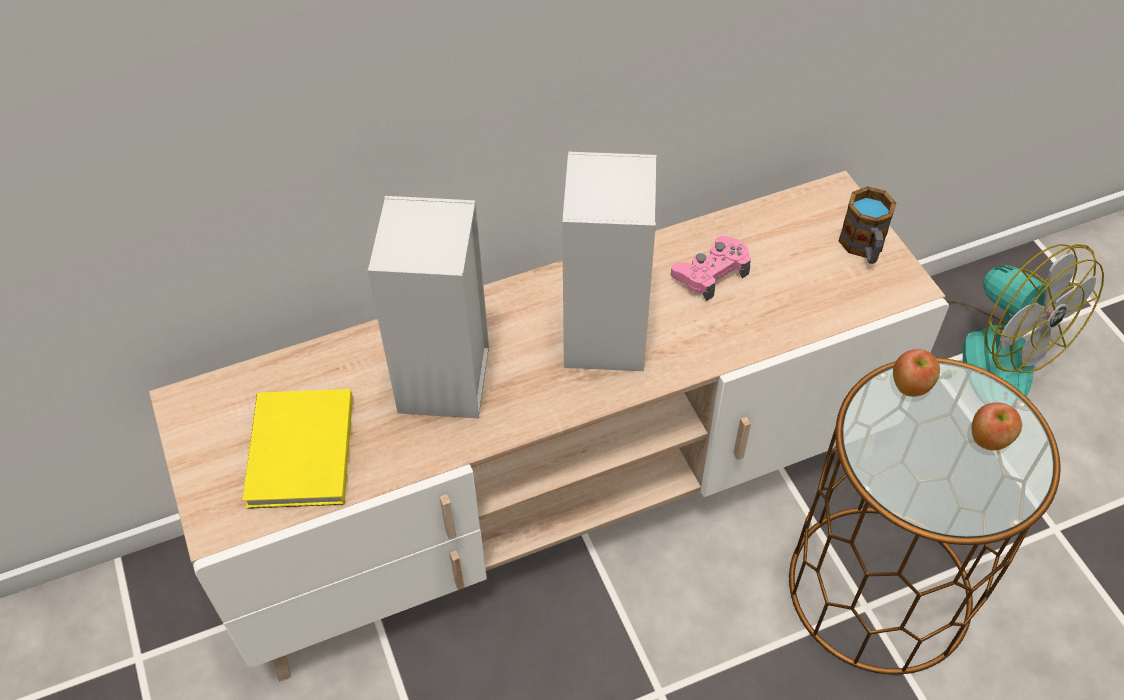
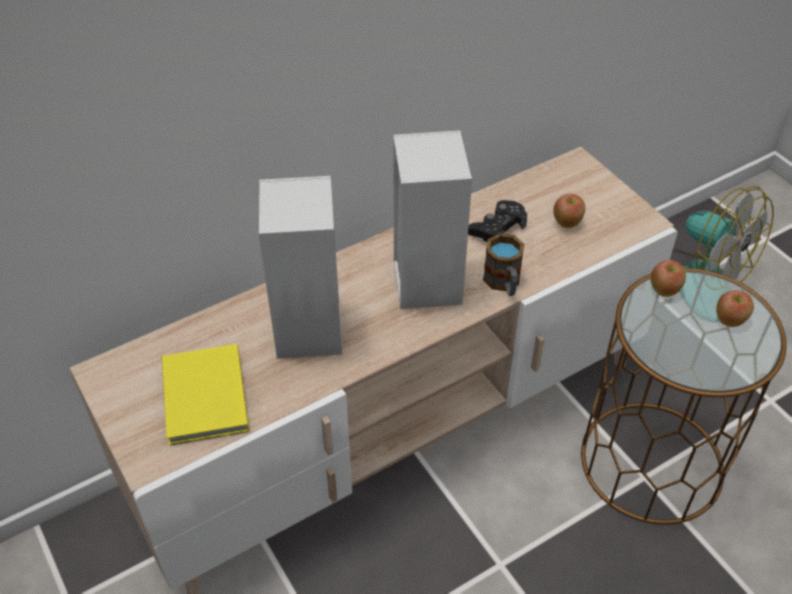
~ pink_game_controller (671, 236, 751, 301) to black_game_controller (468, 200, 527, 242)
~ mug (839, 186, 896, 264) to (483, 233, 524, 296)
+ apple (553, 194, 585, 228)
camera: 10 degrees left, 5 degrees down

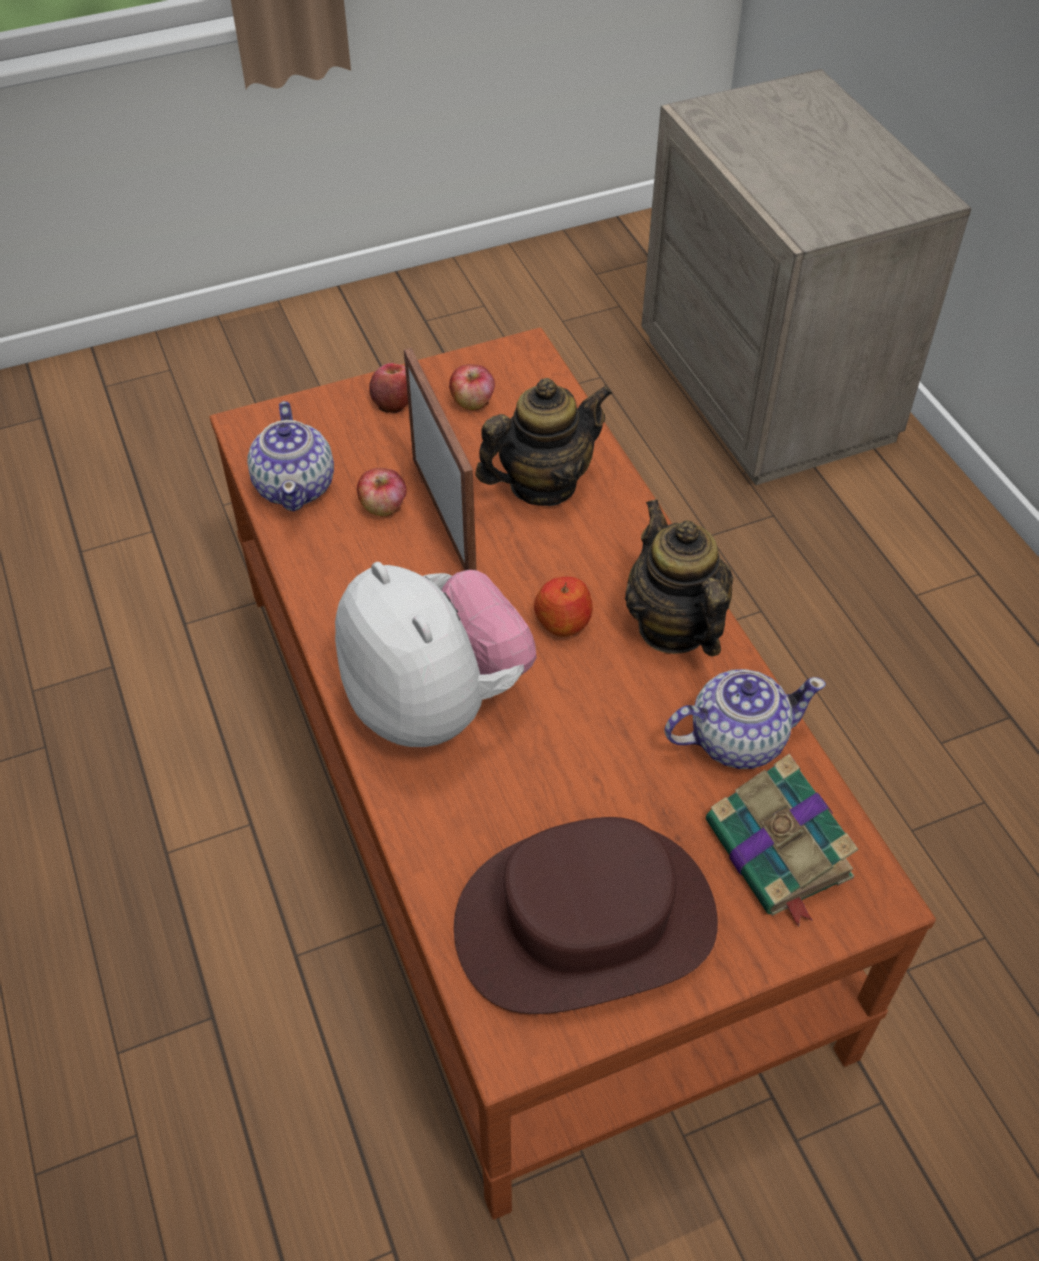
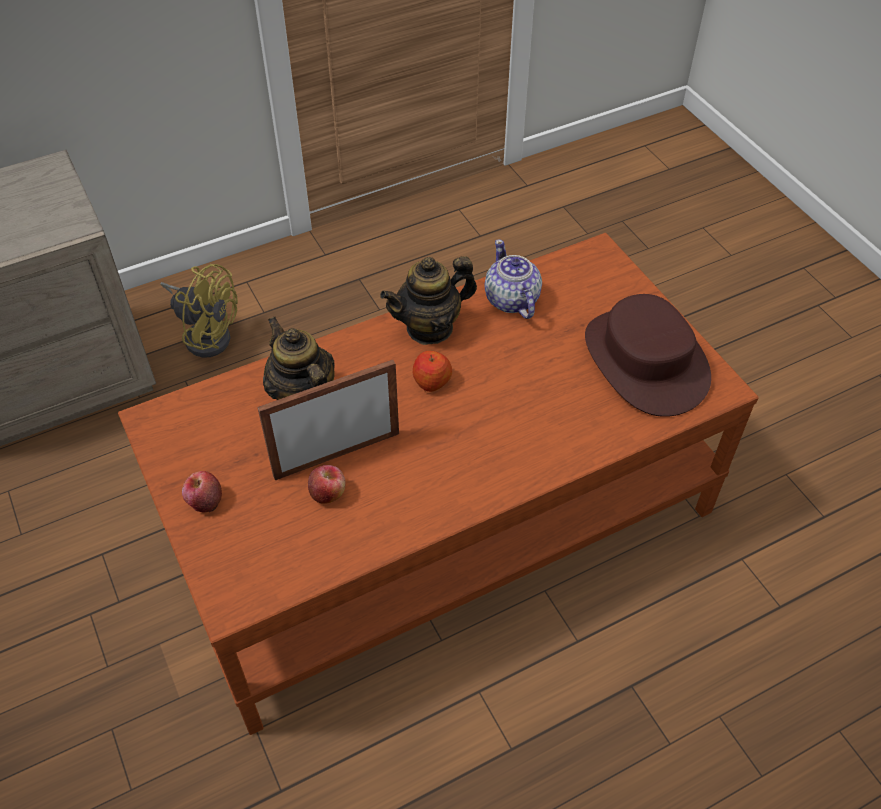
- teapot (247, 401, 334, 511)
- plush_toy (335, 562, 537, 747)
- apple (449, 364, 495, 410)
- book (706, 754, 859, 927)
+ yellow_fan (160, 264, 238, 357)
camera: 95 degrees left, 0 degrees up

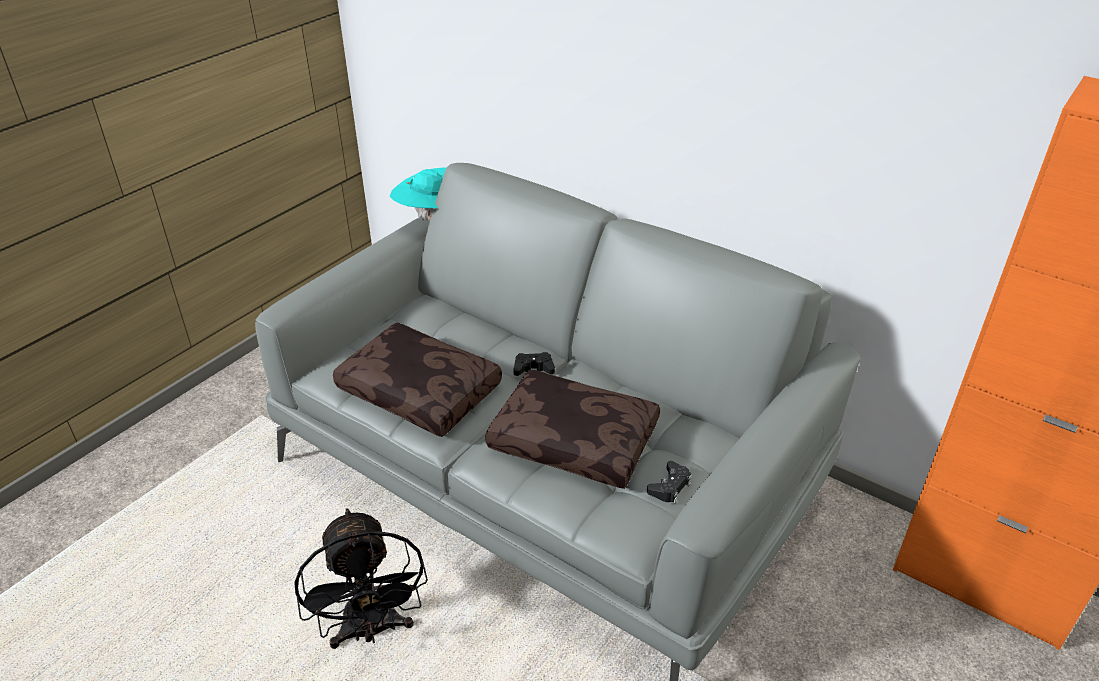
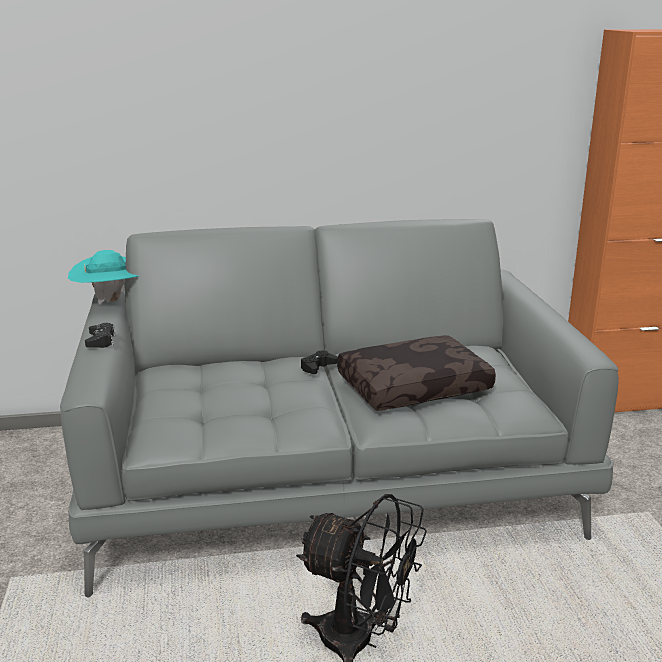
- brown_pillow (333, 322, 502, 437)
~ black_game_controller (647, 461, 692, 503) to (85, 323, 116, 348)
camera: 45 degrees left, 15 degrees down

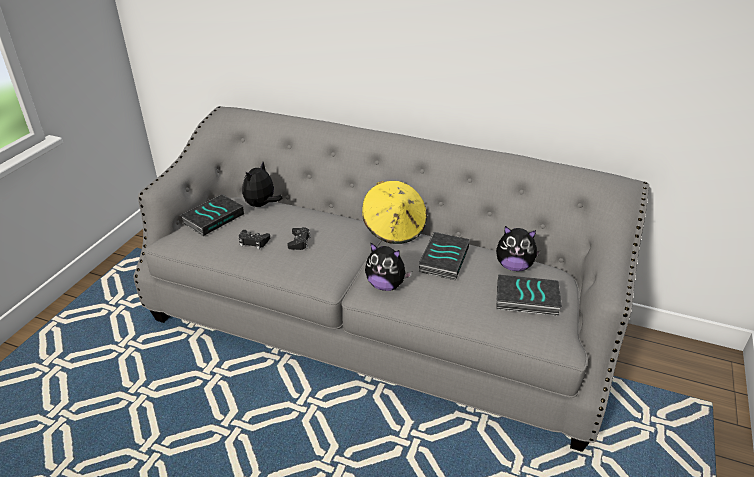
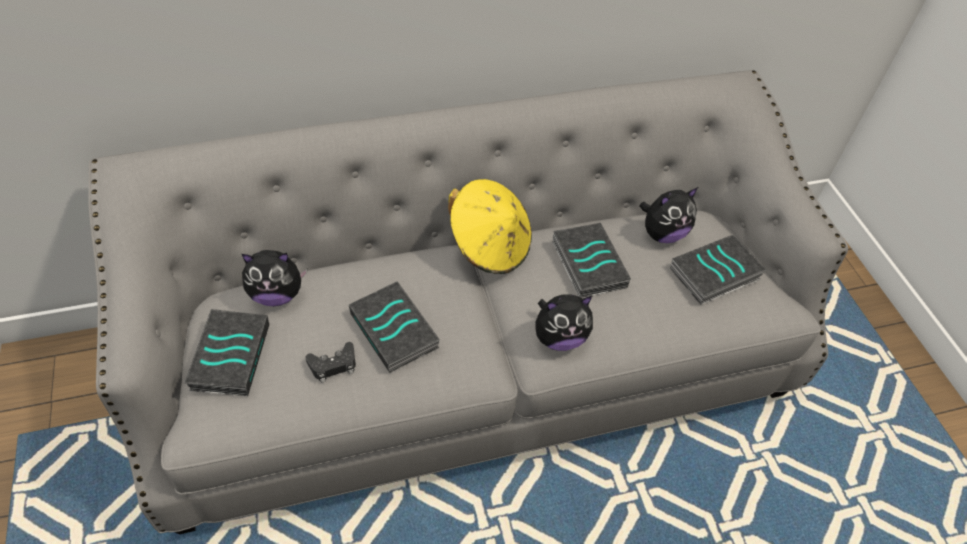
~ plush_toy (242, 162, 283, 207) = (242, 250, 307, 306) 90 degrees counterclockwise
~ black_game_controller (287, 227, 311, 250) to book (349, 281, 440, 373)
camera: 40 degrees left, 15 degrees up

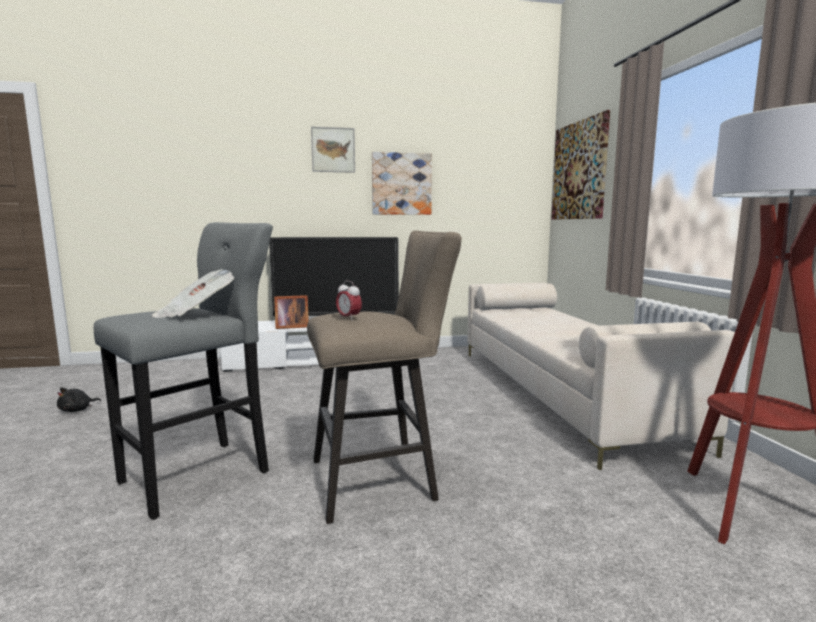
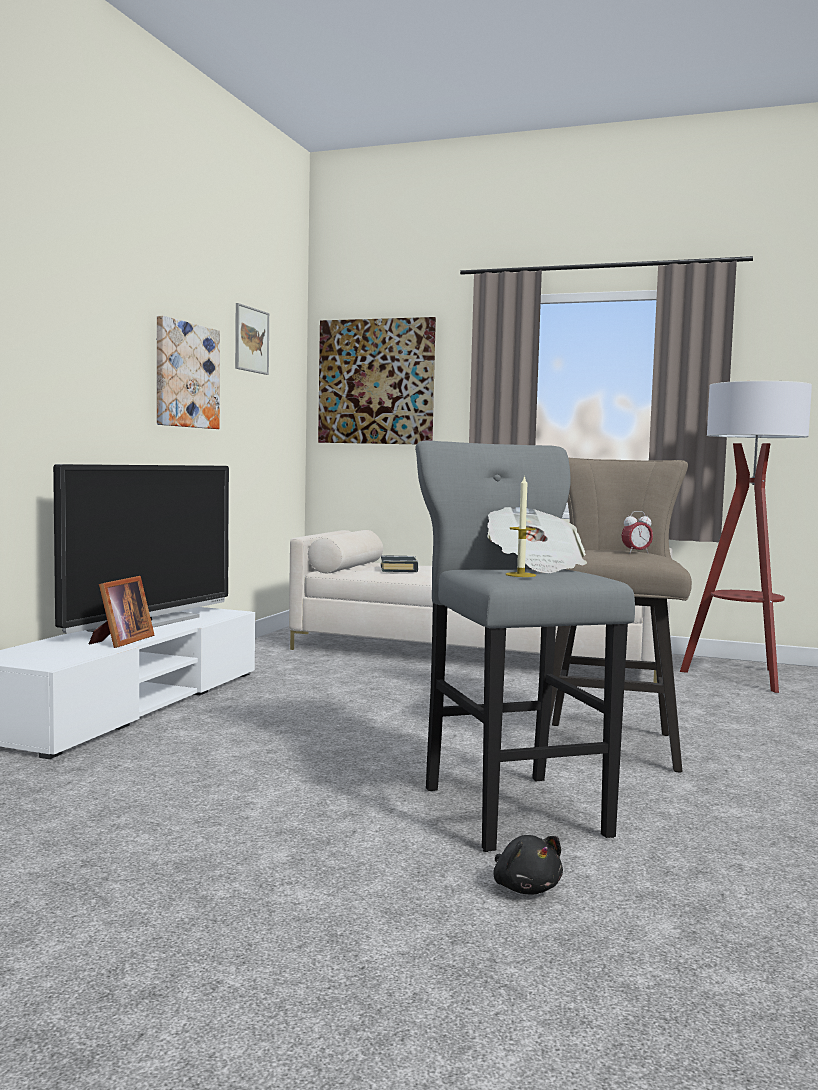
~ black_plush_toy (57, 387, 101, 412) to (494, 835, 563, 895)
~ picture (311, 126, 355, 173) to (235, 303, 269, 375)
+ black_book (381, 555, 418, 572)
+ candle (506, 475, 536, 577)
camera: 60 degrees left, 5 degrees down

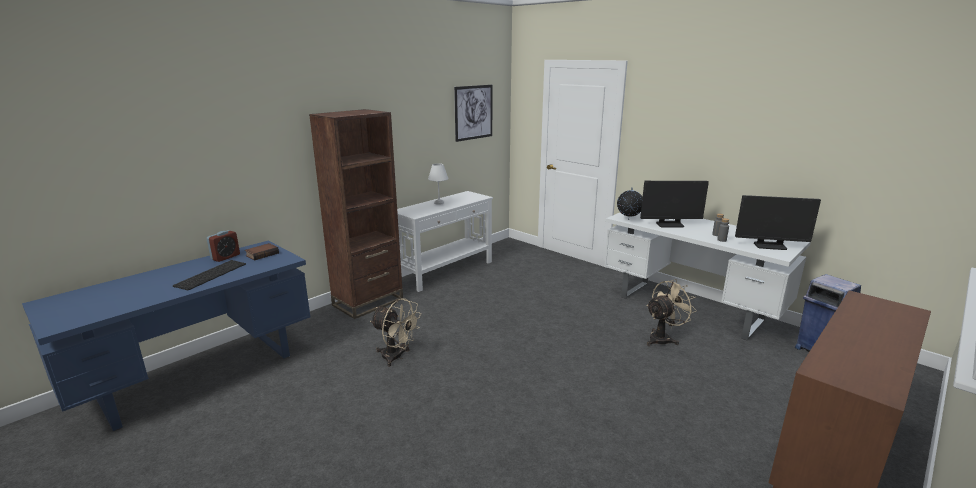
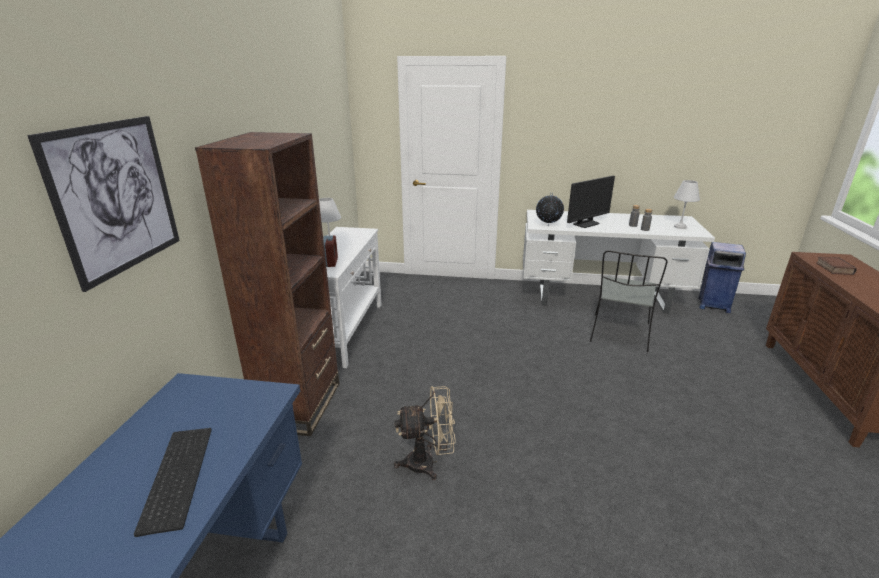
~ alarm_clock (206, 230, 240, 262) to (323, 235, 338, 267)
~ book (245, 243, 279, 261) to (816, 257, 857, 275)
~ picture (454, 85, 492, 142) to (27, 116, 180, 292)
~ beige_fan (646, 279, 697, 346) to grey_chair (590, 250, 668, 352)
~ monitor (735, 195, 821, 250) to white_table_lamp (674, 180, 700, 229)
camera: 35 degrees left, 5 degrees up

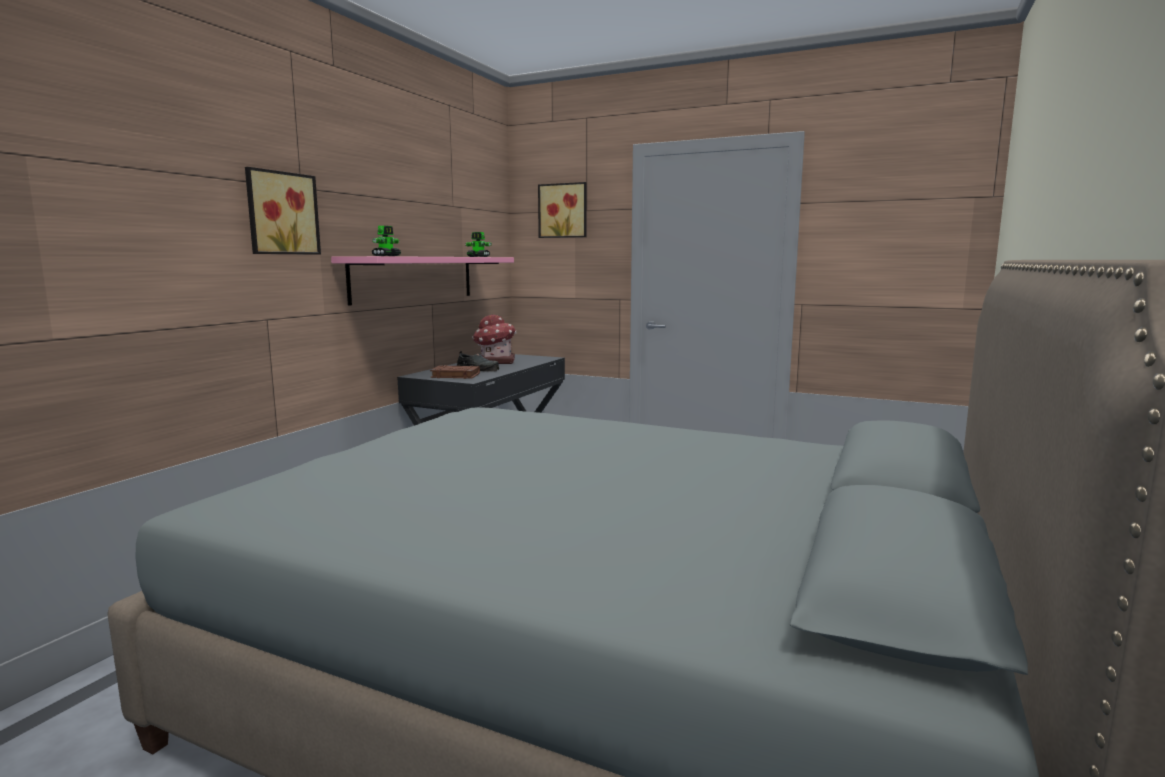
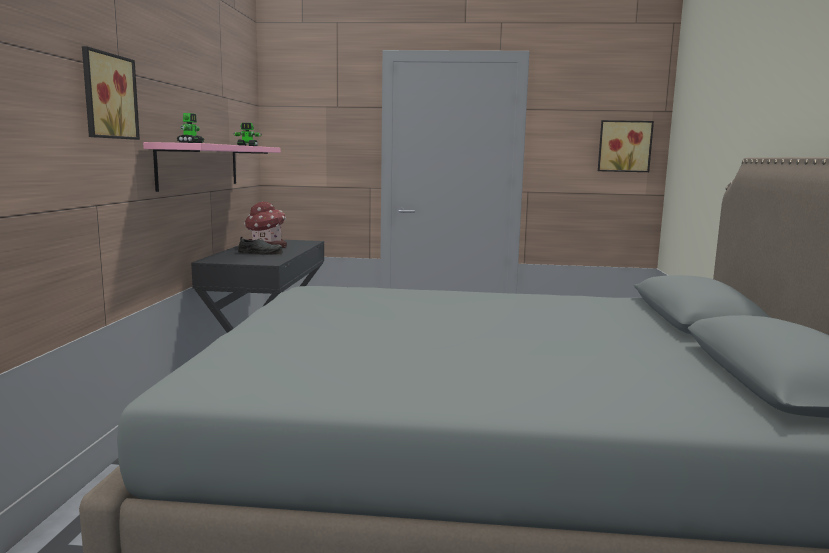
- brown_book (430, 365, 480, 379)
~ picture (538, 182, 587, 238) to (598, 120, 654, 172)
camera: 20 degrees left, 0 degrees up

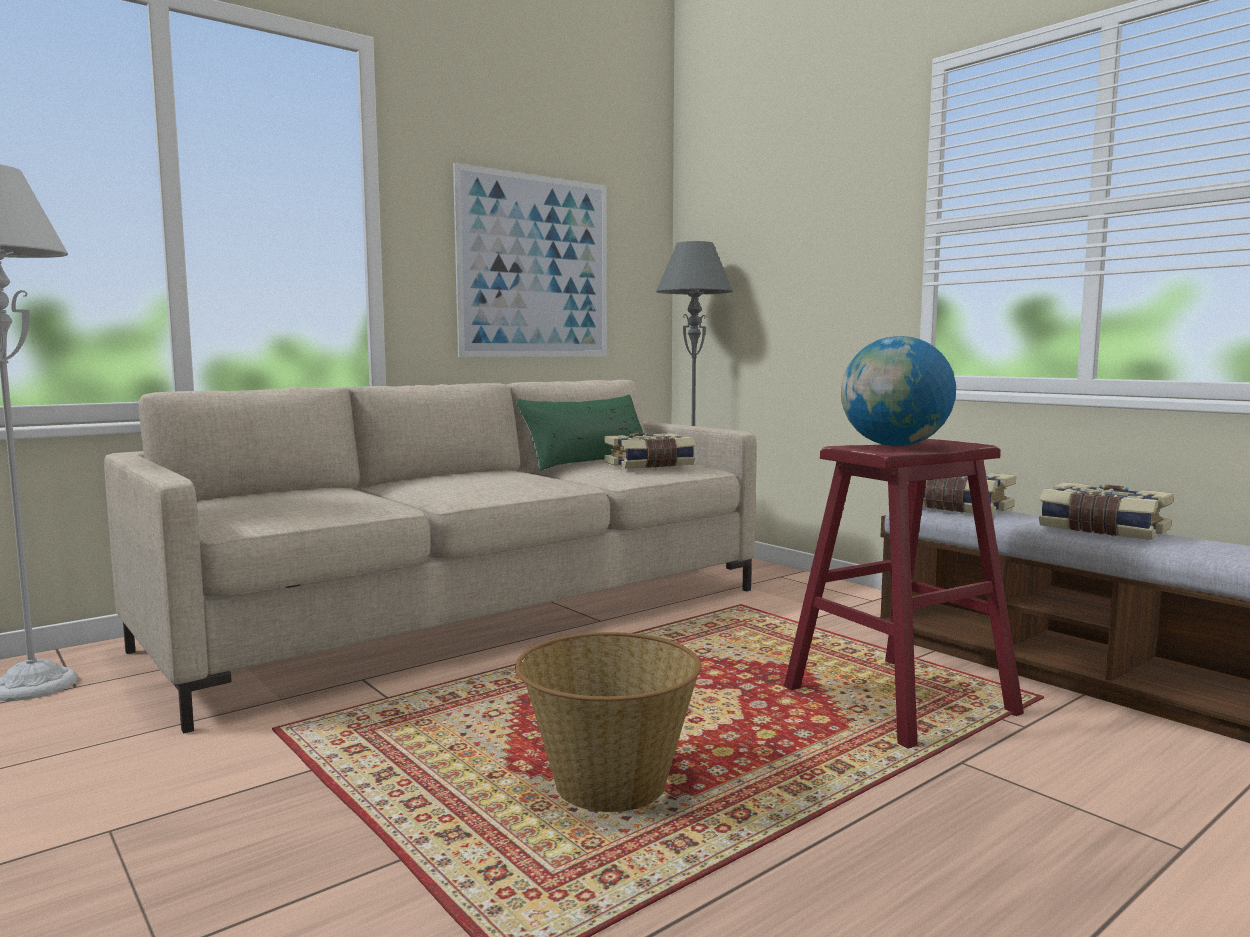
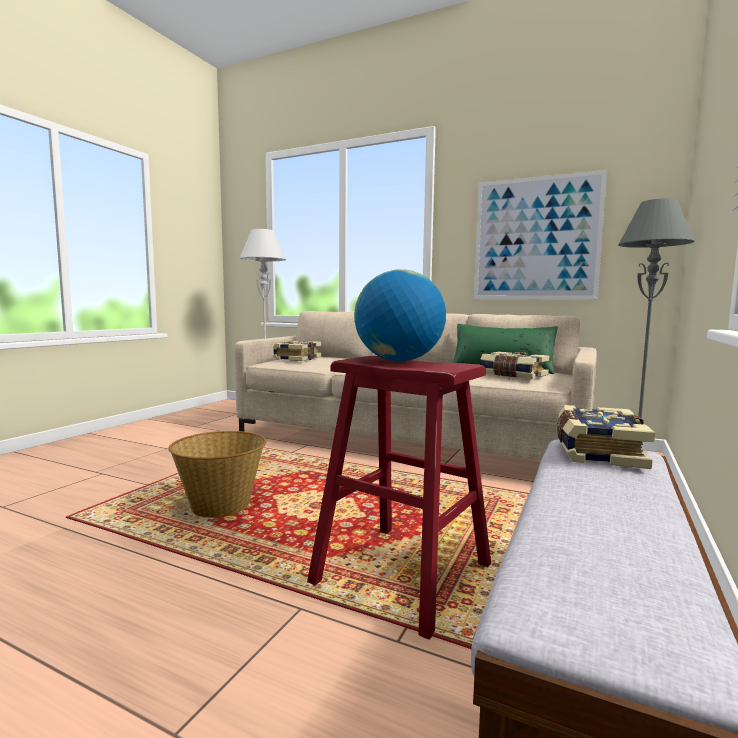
~ book (1039, 483, 1174, 540) to (273, 341, 321, 361)
camera: 65 degrees right, 0 degrees up

